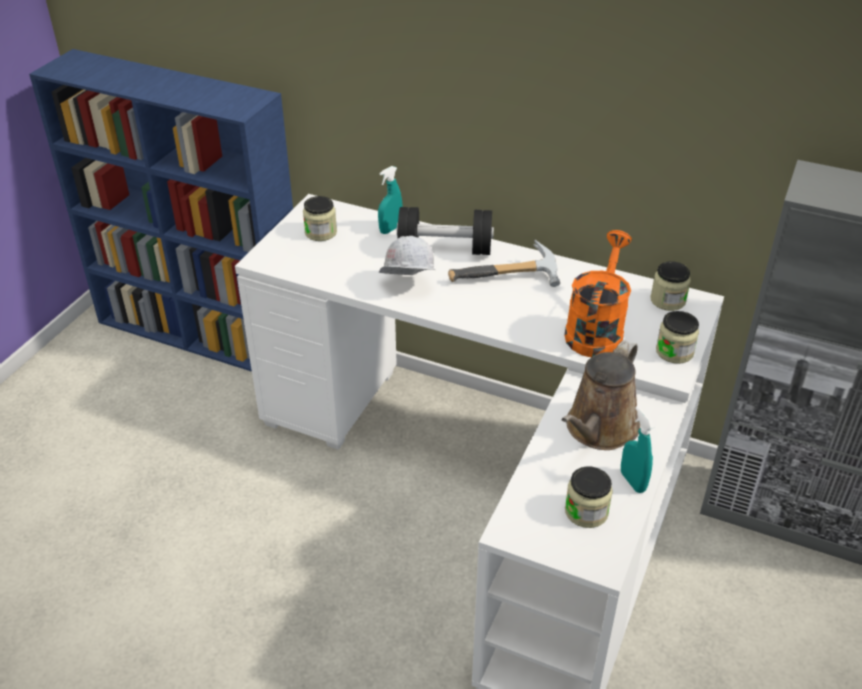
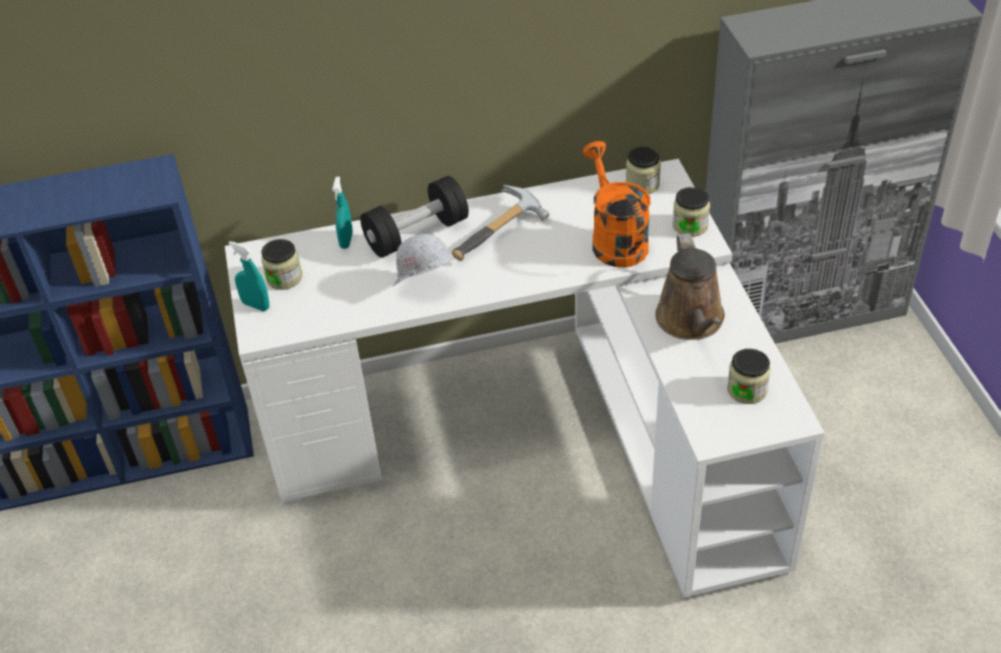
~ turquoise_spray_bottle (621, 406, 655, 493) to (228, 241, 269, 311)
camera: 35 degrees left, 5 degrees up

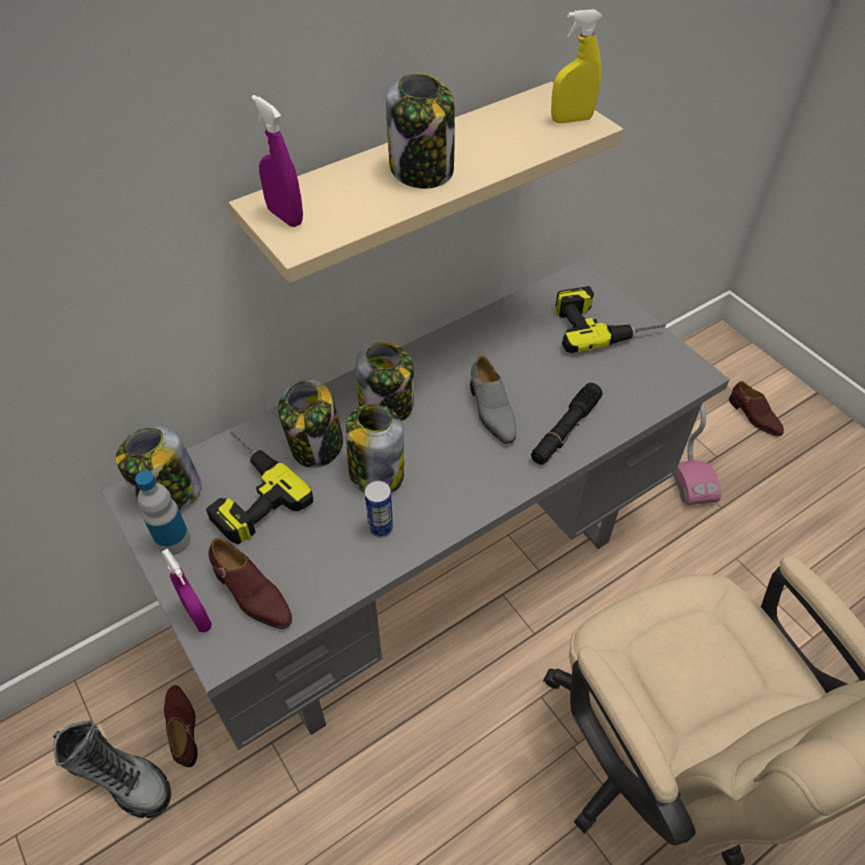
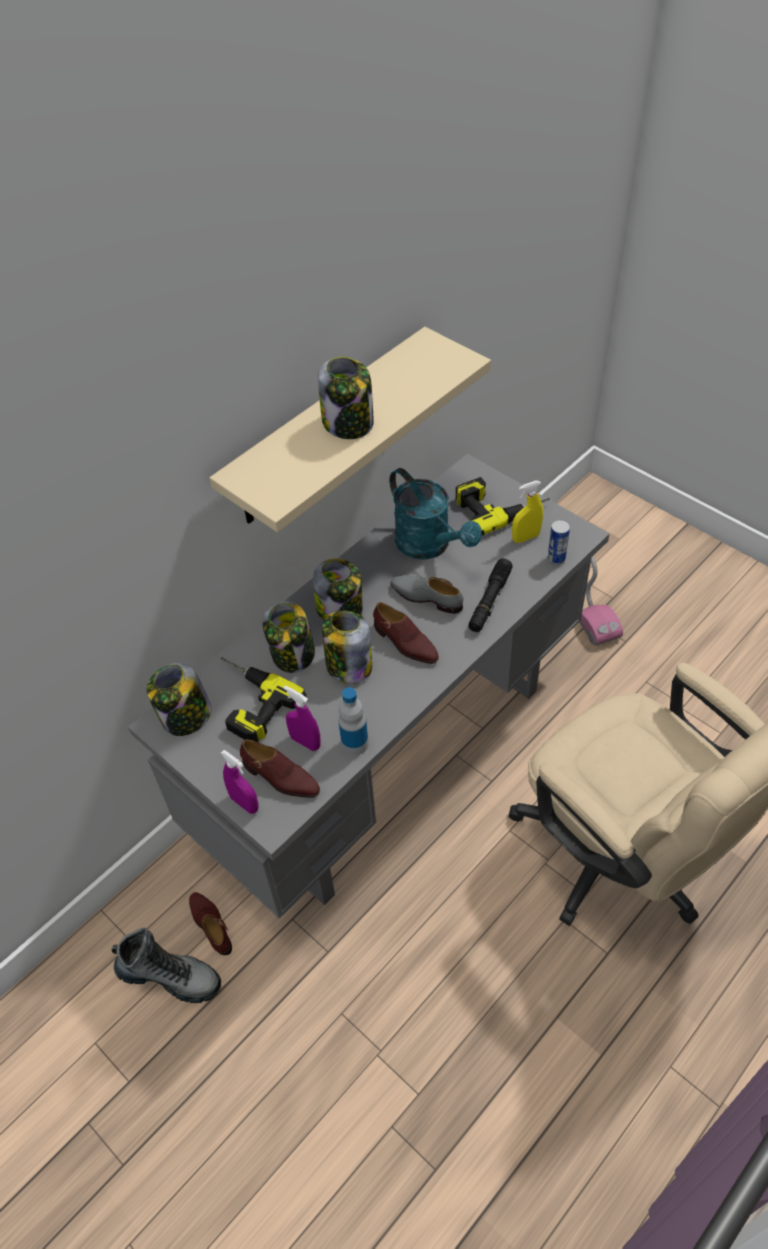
~ bottle (135, 470, 190, 555) to (338, 687, 369, 756)
~ purple_spray_bottle (251, 95, 303, 227) to (283, 686, 321, 751)
~ can (365, 481, 393, 538) to (548, 520, 570, 565)
~ grey_shoe (470, 356, 516, 444) = (391, 575, 463, 614) 150 degrees clockwise
~ yellow_spray_bottle (551, 9, 603, 123) to (512, 481, 543, 543)
~ brown_shoe (729, 381, 784, 436) to (373, 602, 439, 664)
+ turquoise_watering_can (389, 468, 482, 560)
camera: 10 degrees left, 0 degrees up

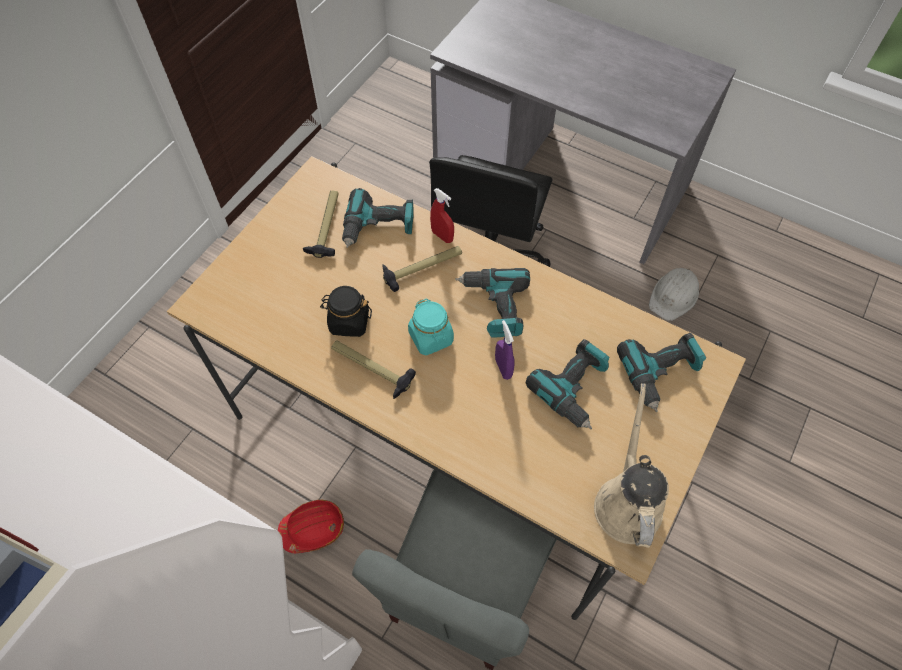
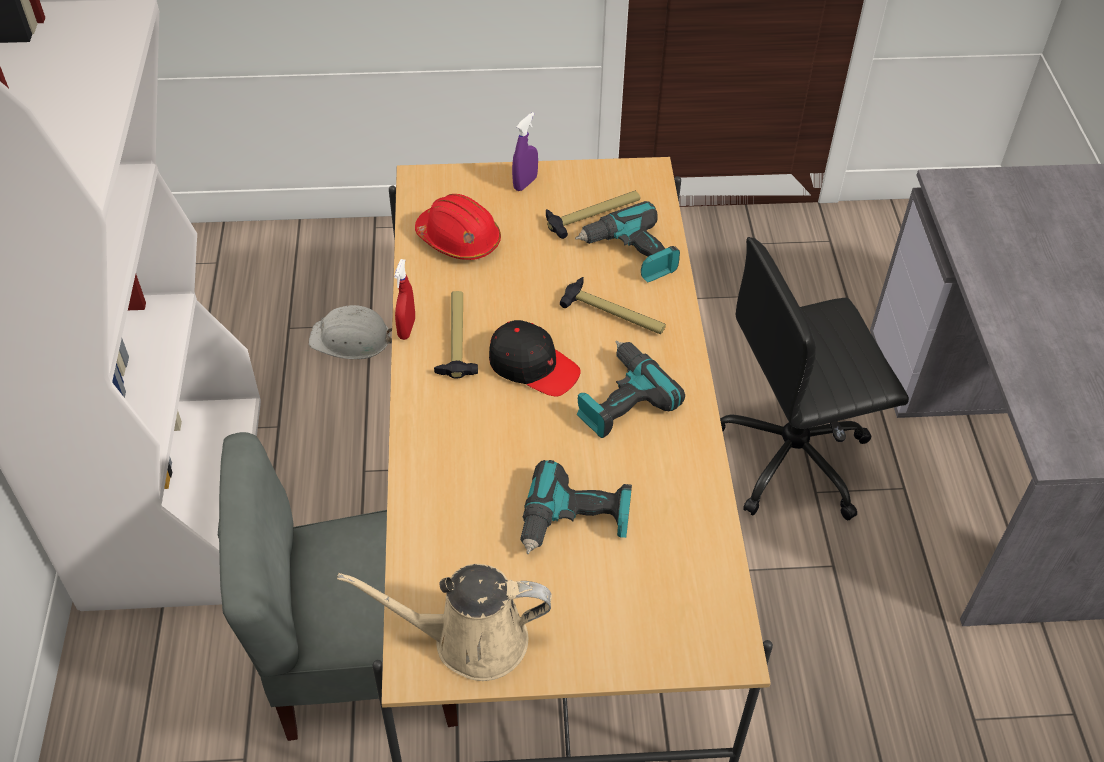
~ red_hard_hat (278, 500, 344, 553) to (415, 194, 501, 260)
- black_jar (320, 286, 372, 337)
~ turquoise_jar (408, 298, 454, 355) to black_cap (489, 320, 581, 397)
~ red_spray_bottle (430, 188, 454, 243) to (394, 259, 415, 340)
~ purple_spray_bottle (495, 320, 514, 380) to (512, 112, 538, 191)
~ beige_watering_can (594, 383, 669, 548) = (337, 564, 552, 681) 150 degrees counterclockwise
- power_drill (617, 333, 706, 412)
~ white_hard_hat (649, 268, 699, 321) to (309, 305, 392, 359)
camera: 55 degrees right, 10 degrees down

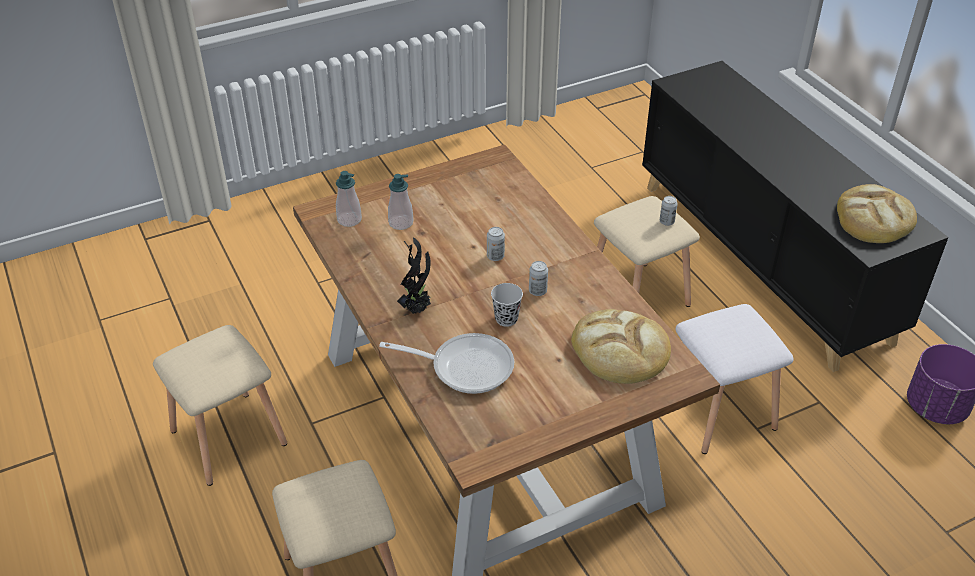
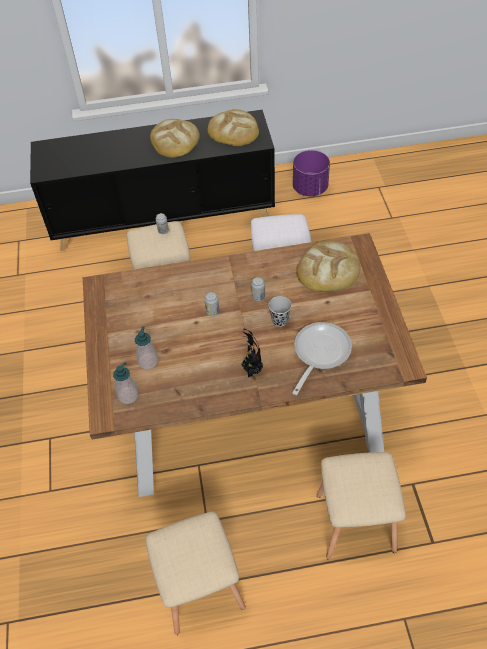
+ bread (150, 119, 200, 158)
camera: 70 degrees left, 10 degrees up

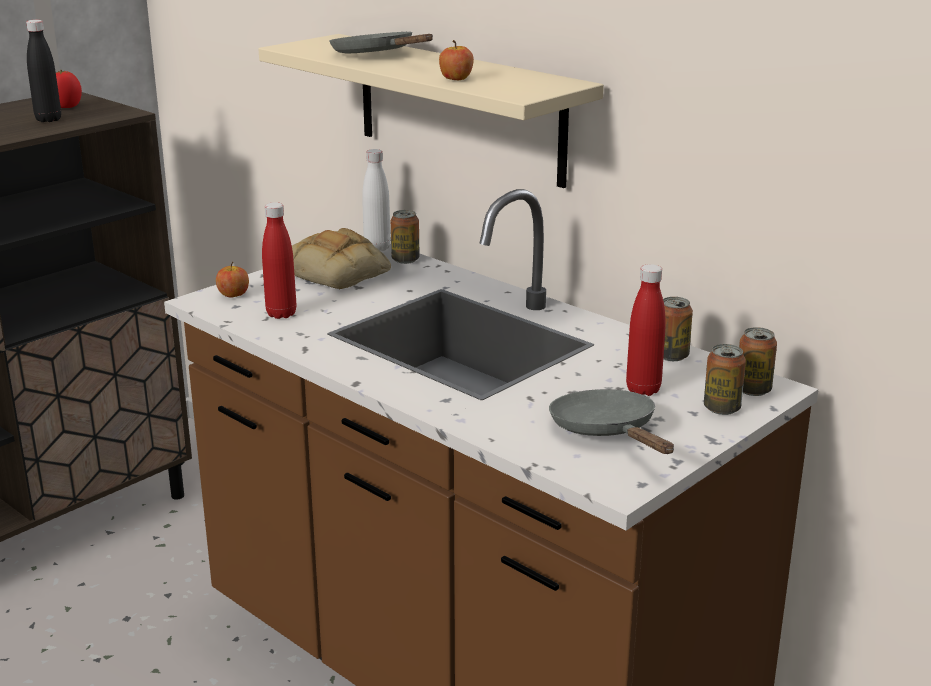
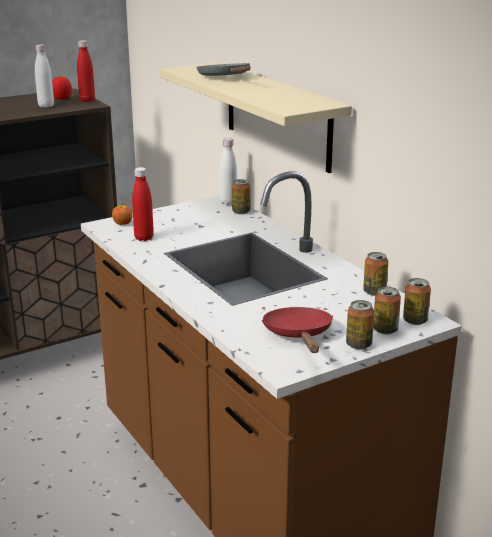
~ black_bottle (26, 20, 61, 122) to white_bottle (35, 44, 54, 108)
- bread (292, 228, 391, 290)
- apple (439, 40, 474, 80)
~ grey_frying_pan (549, 389, 674, 454) to red_frying_pan (262, 307, 333, 353)
~ red_bottle (626, 264, 666, 396) to (77, 40, 95, 102)
+ can (346, 300, 374, 350)
camera: 15 degrees right, 0 degrees up

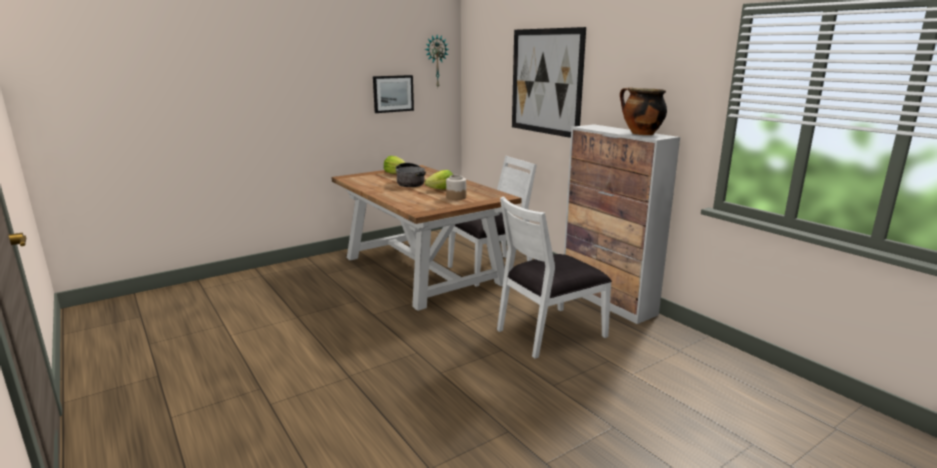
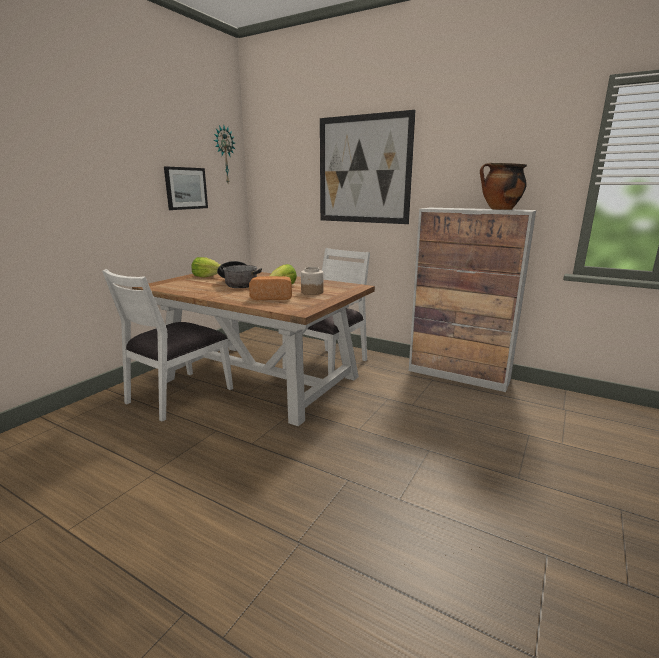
~ white_chair (497, 197, 612, 359) to (102, 269, 233, 421)
+ bread (249, 276, 292, 300)
camera: 25 degrees left, 0 degrees up

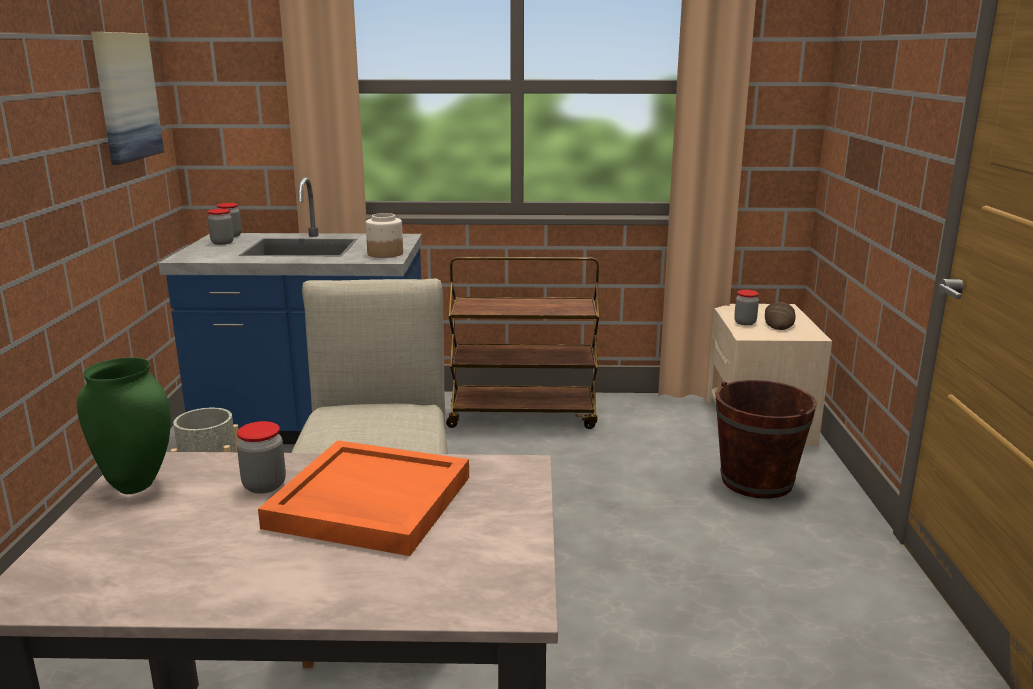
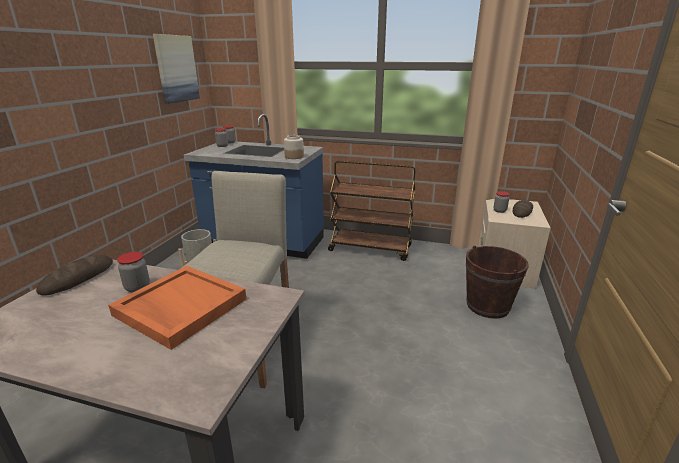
~ green_vase (77, 357, 171, 494) to bread (36, 255, 113, 296)
camera: 15 degrees right, 5 degrees up

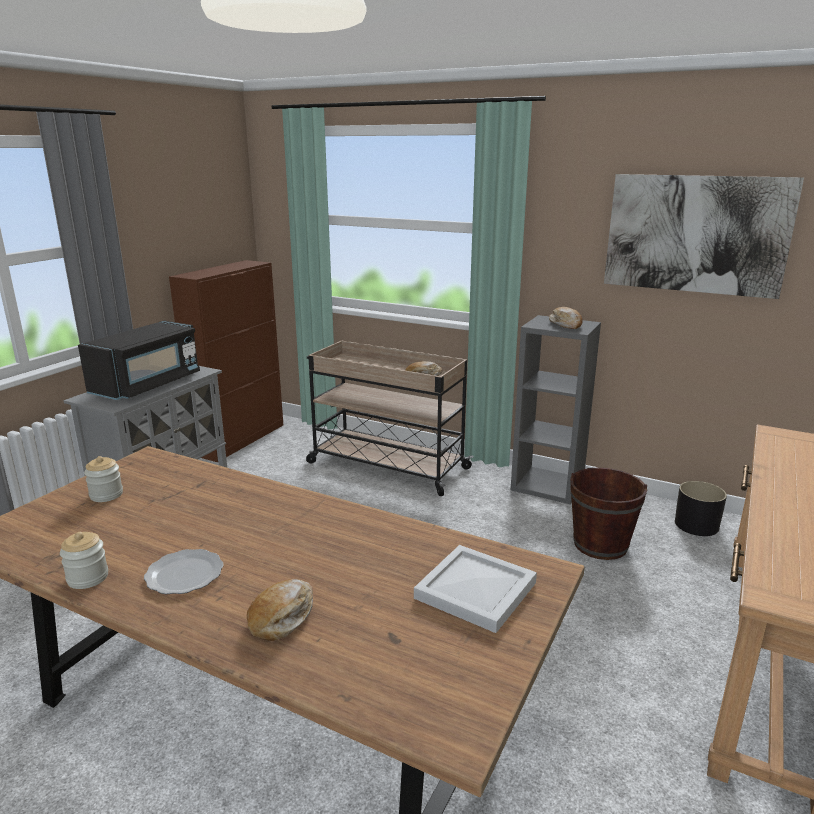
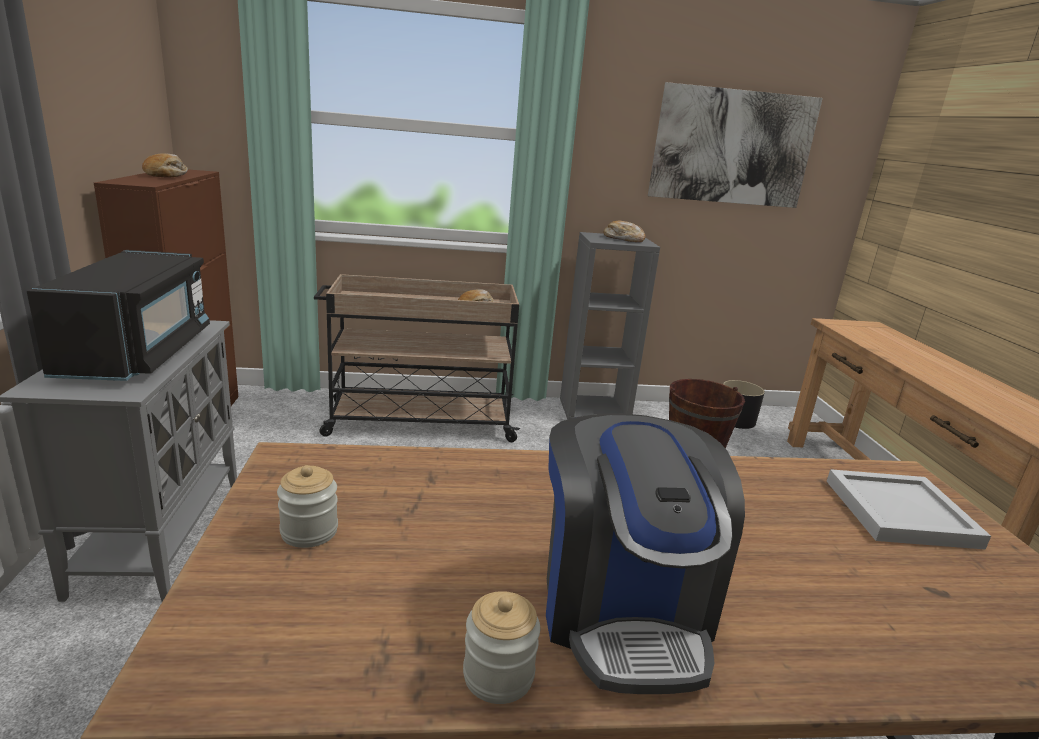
~ plate (144, 549, 224, 594) to coffee_machine (546, 413, 745, 694)
~ bread (247, 579, 313, 641) to (142, 153, 188, 177)
camera: 35 degrees left, 0 degrees up

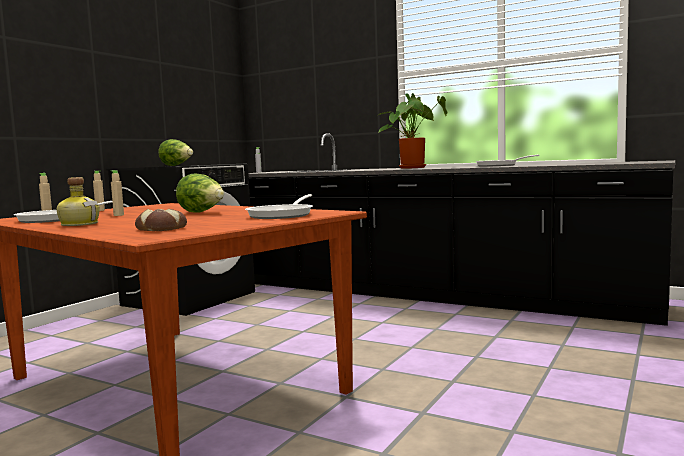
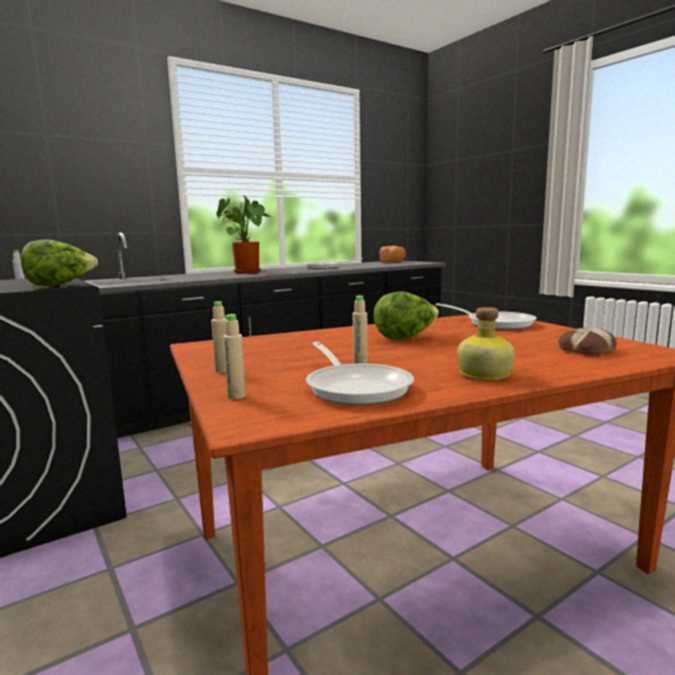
+ bread (380, 246, 406, 263)
camera: 65 degrees left, 5 degrees up

